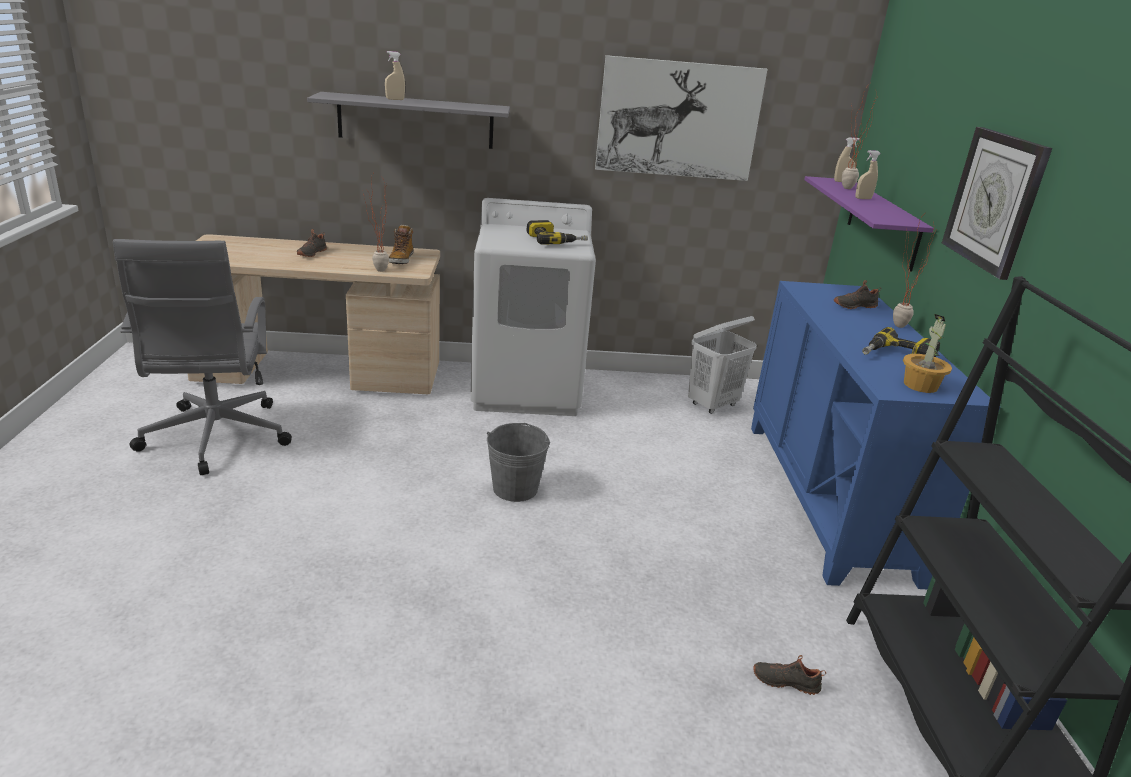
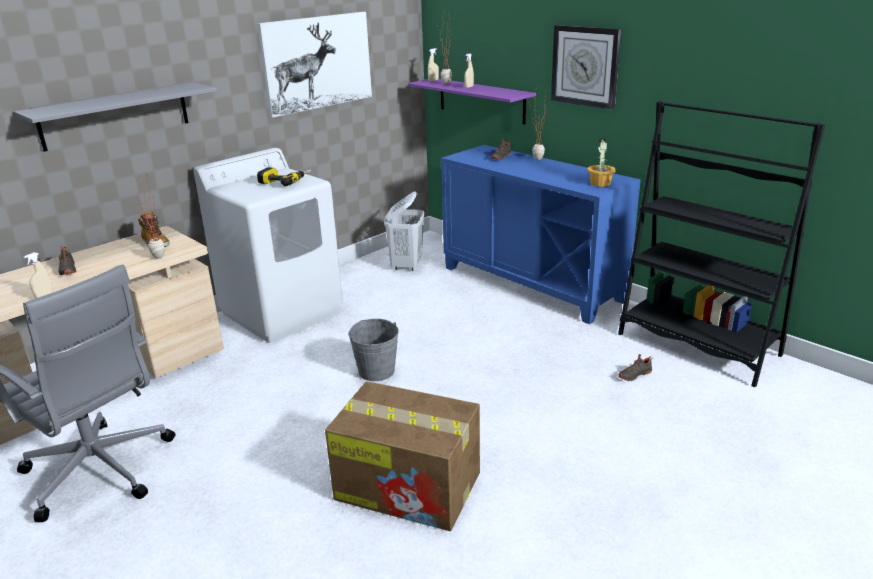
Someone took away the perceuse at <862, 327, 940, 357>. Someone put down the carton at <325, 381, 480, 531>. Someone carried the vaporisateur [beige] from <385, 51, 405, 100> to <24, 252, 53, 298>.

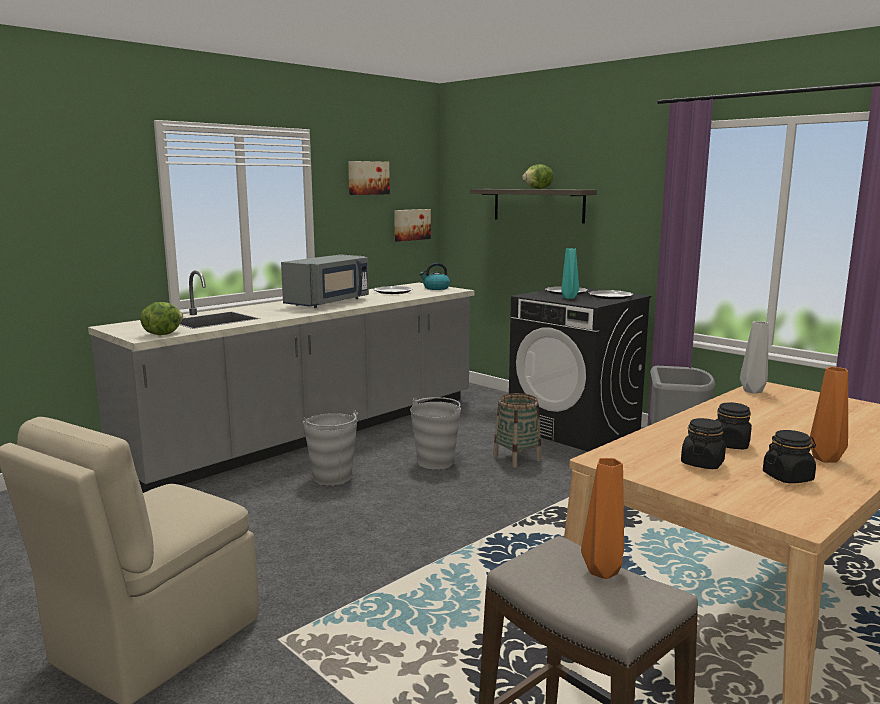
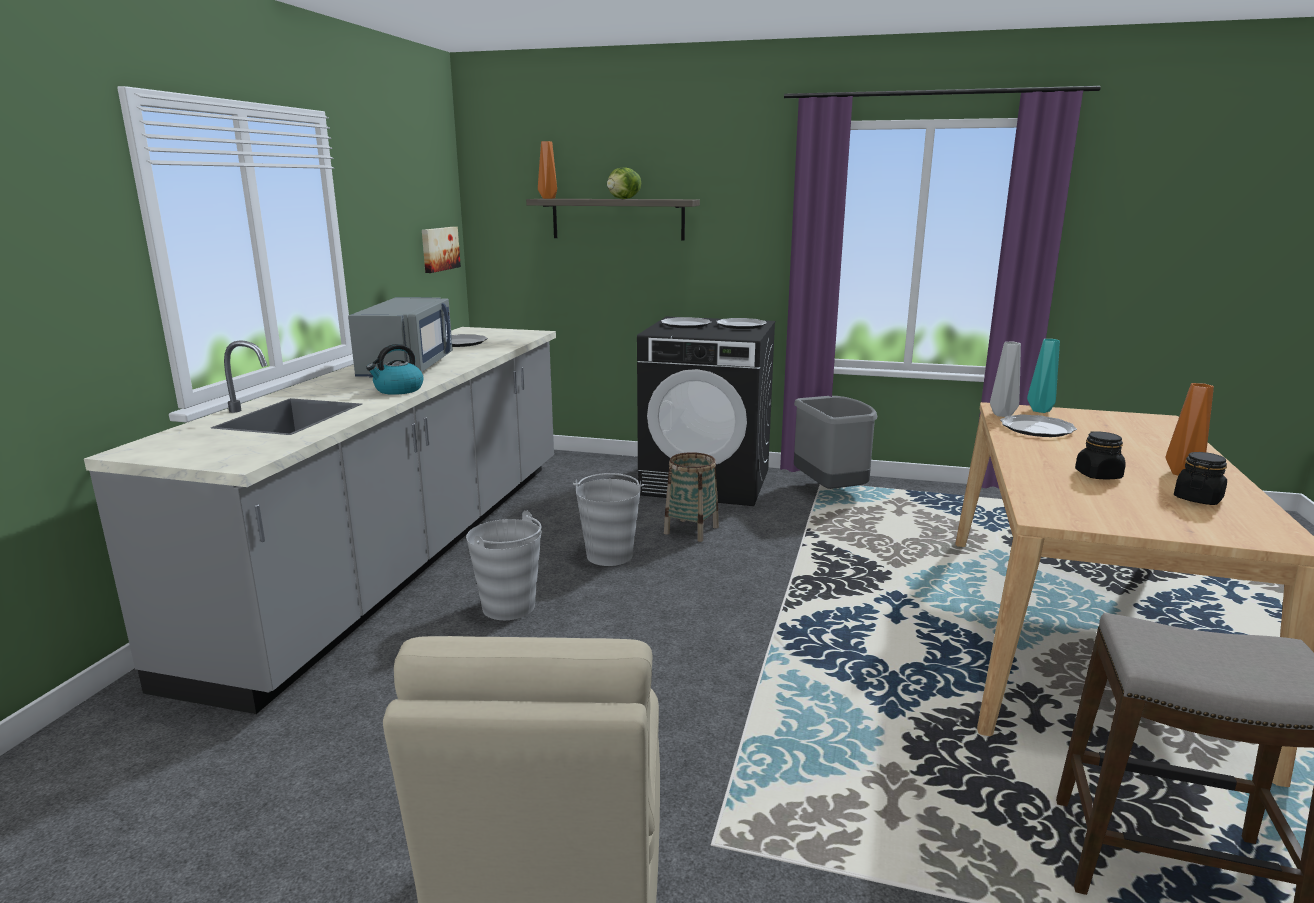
Someone took away the laitue at <140, 302, 183, 335>. Someone took away the tableau at <348, 161, 390, 195>. Someone took away the bocal [noir] at <681, 418, 726, 469>. Someone put down the assiette at <1000, 414, 1077, 437>. Someone carried the bouilloire from <420, 263, 450, 290> to <366, 344, 423, 395>. Someone carried the vase [turquoise] from <561, 248, 579, 299> to <1027, 339, 1060, 413>. Someone carried the vase [orange] from <581, 458, 624, 579> to <538, 141, 557, 199>.

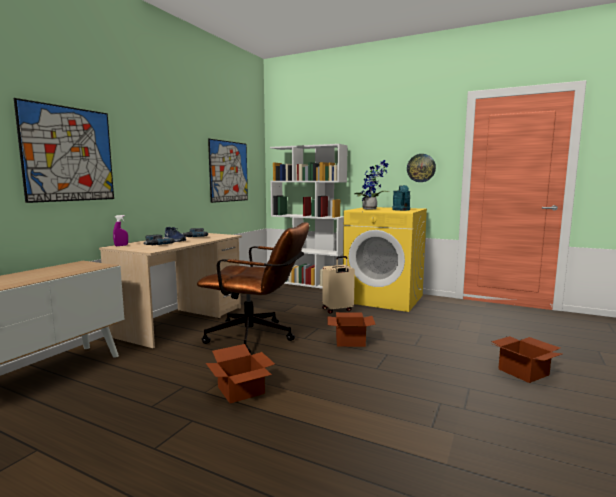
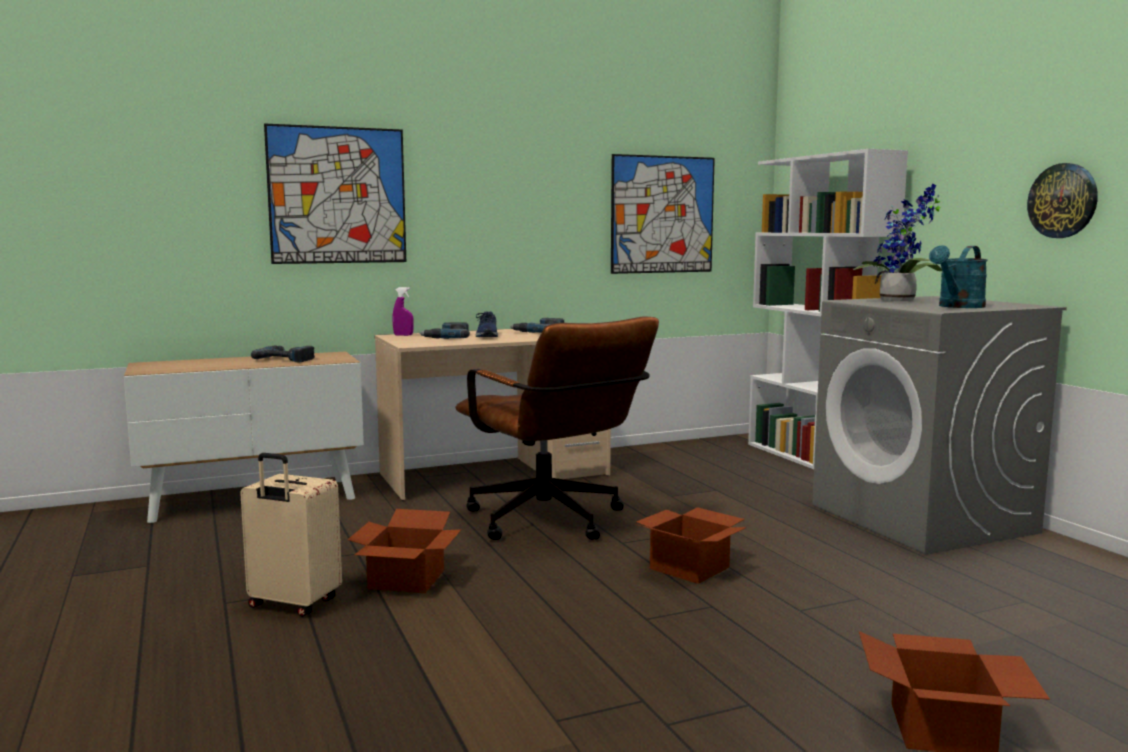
Someone put down the perceuse at <251, 345, 315, 362>. Someone carried the valise [beige] from <322, 256, 355, 314> to <240, 453, 342, 617>. Someone repainted the lave-linge [jaune] at <343, 207, 427, 312>, which became the lave-linge [gris] at <812, 296, 1067, 555>.

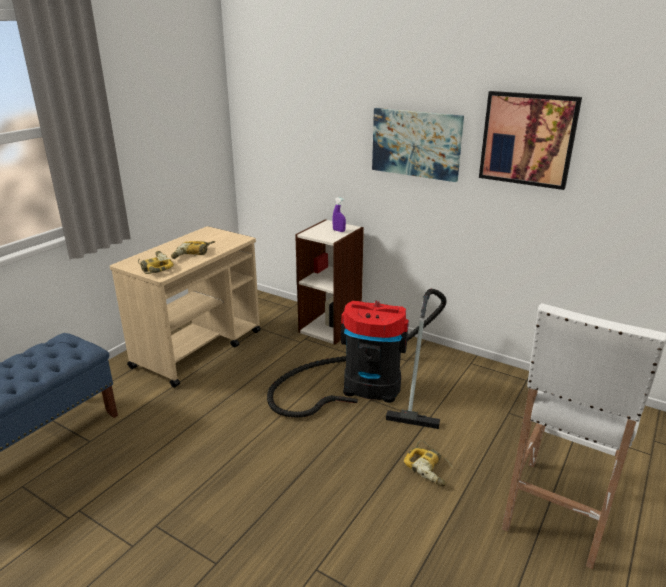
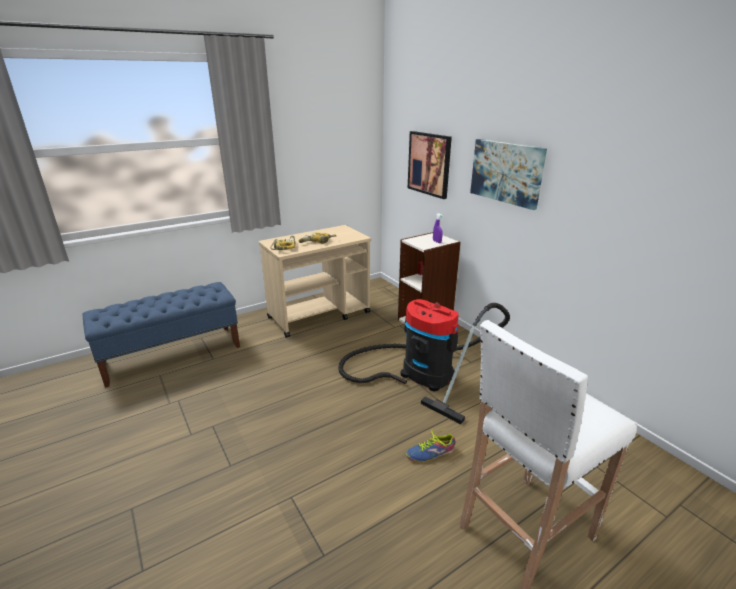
Someone carried the tableau from <479, 91, 582, 190> to <408, 131, 452, 199>. Someone swapped the perceuse at <404, 440, 453, 487> for the chaussure at <406, 428, 455, 462>.

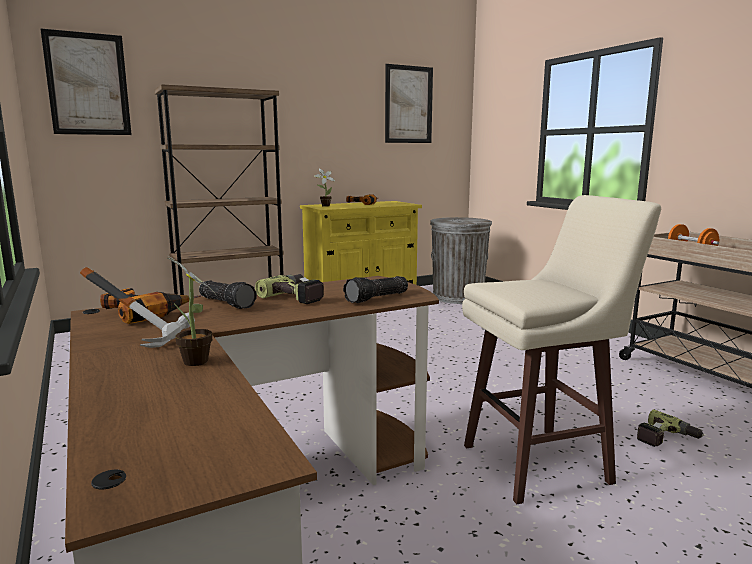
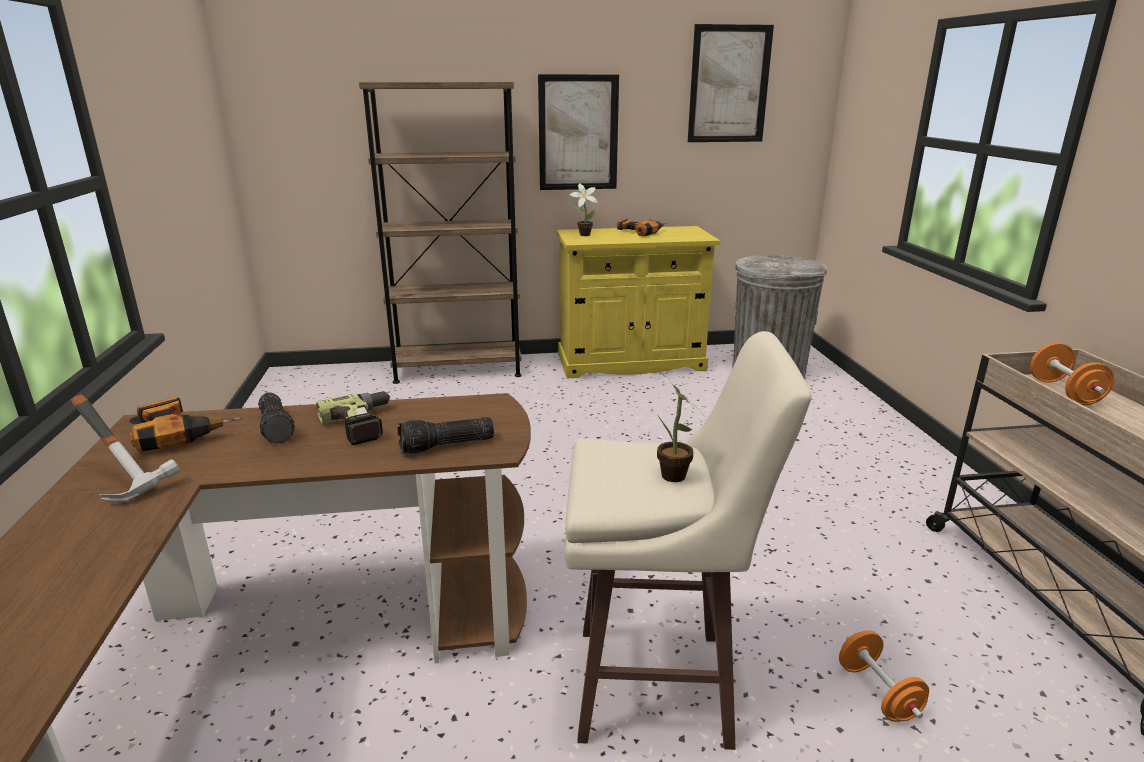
Someone carried the tableau from <40, 28, 132, 135> to <538, 74, 619, 190>. Someone carried the plante en pot from <168, 256, 219, 366> to <657, 371, 706, 482>. Someone swapped the perceuse at <637, 410, 704, 447> for the haltère [orange] at <839, 630, 929, 722>.

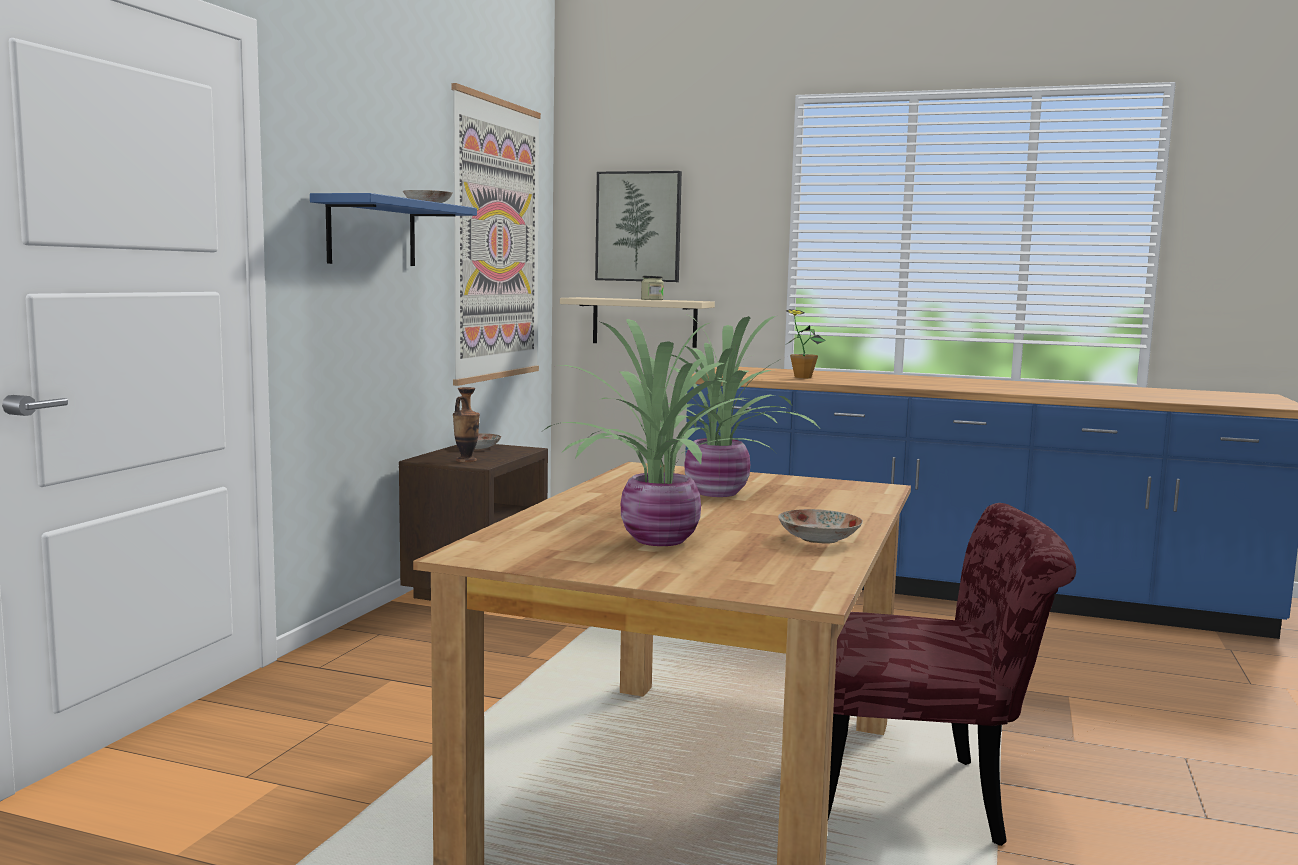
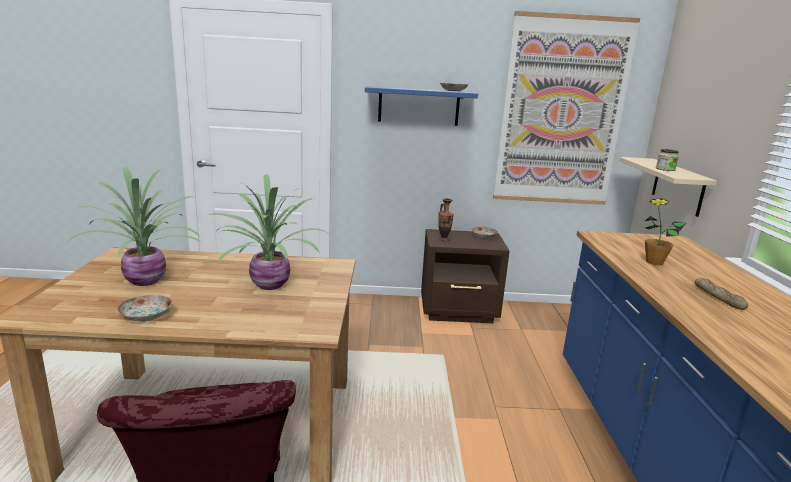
Someone took away the tableau at <595, 171, 682, 282>. Someone put down the pain at <694, 278, 748, 310>.

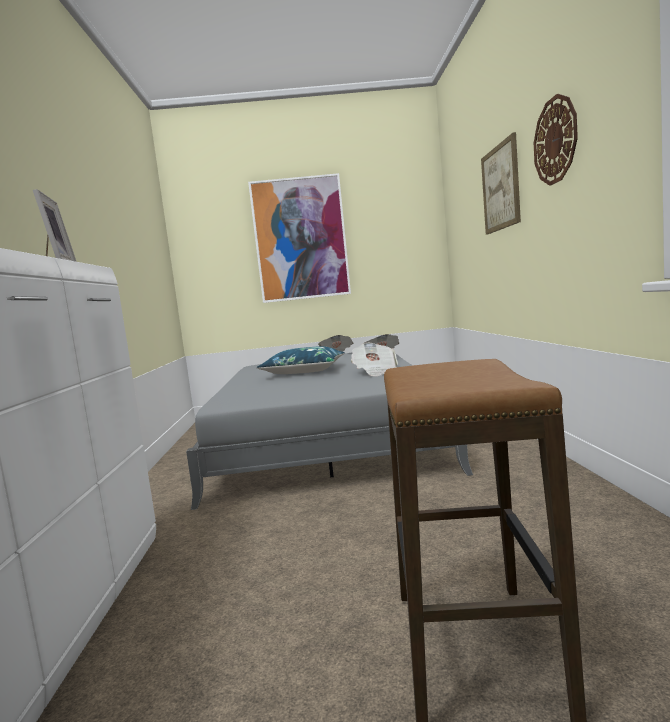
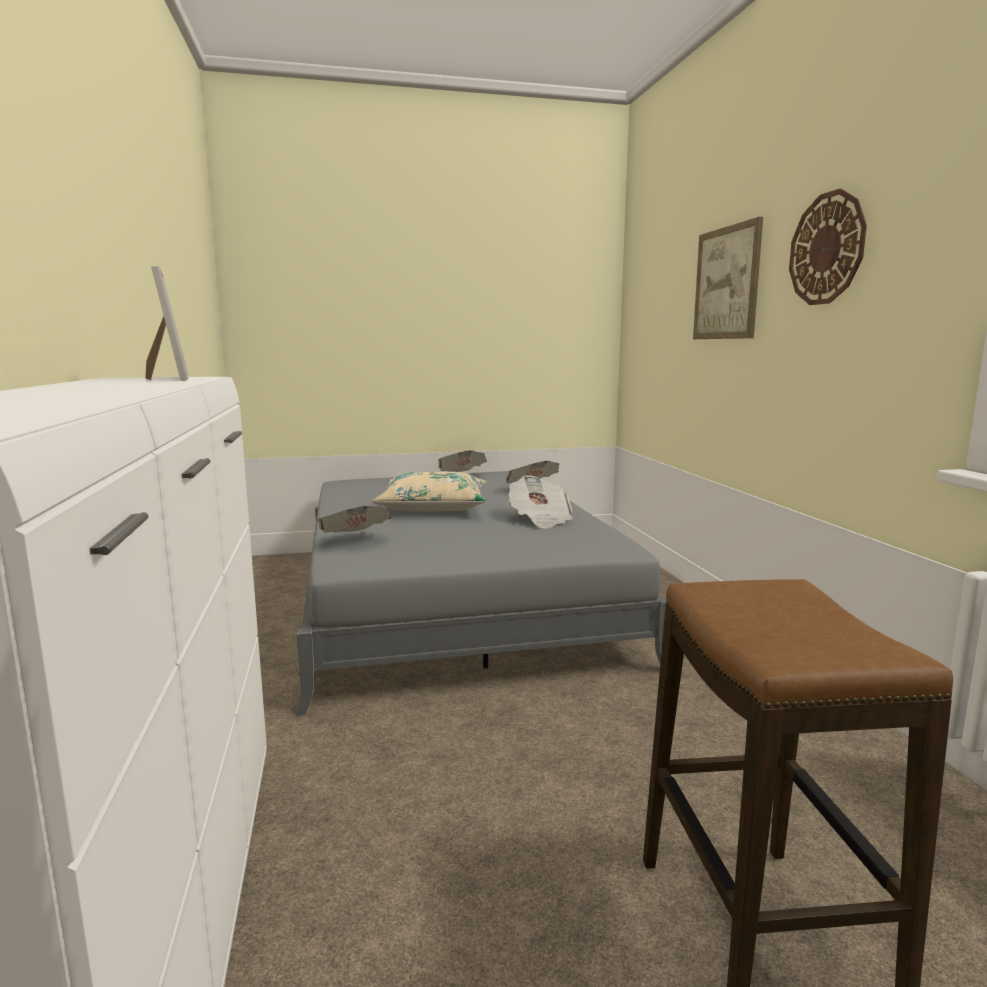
Someone took away the tableau at <248, 173, 351, 303>. Someone put down the journal at <317, 506, 391, 533>. Someone repainted the coussin [bleu] at <256, 346, 345, 374>, which became the coussin [beige] at <372, 472, 486, 511>.

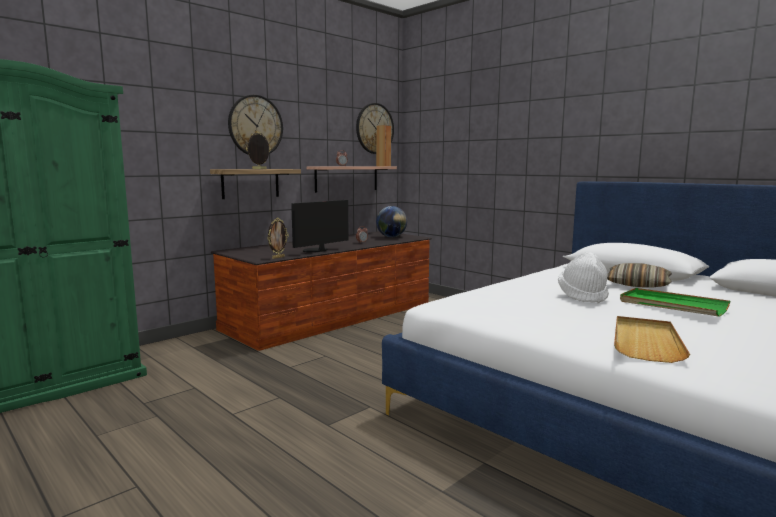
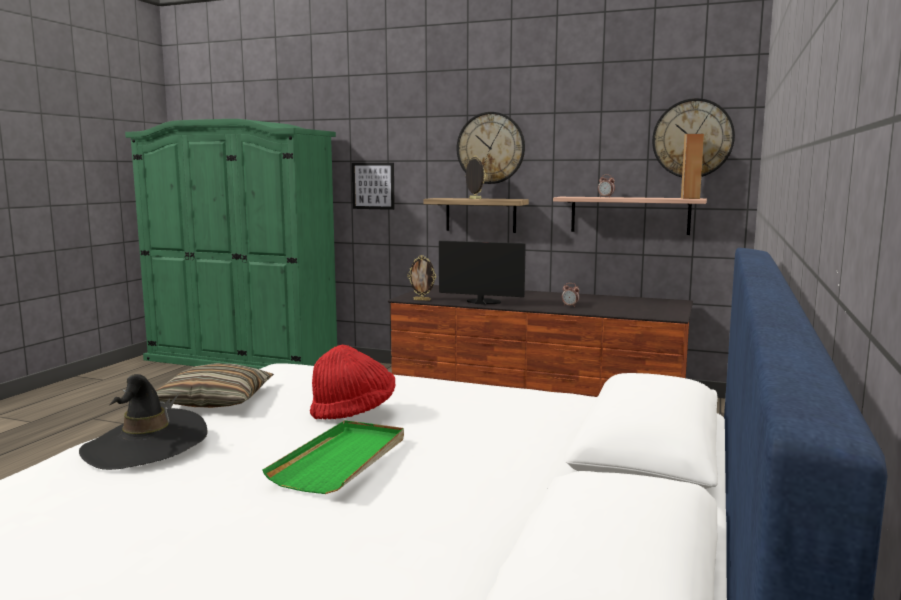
Someone took away the globe at <376, 206, 407, 237>. Someone put up the tableau at <352, 163, 395, 210>. Someone carried the coussin from <607, 263, 672, 288> to <156, 363, 274, 408>. Someone swapped the plateau [beige] at <614, 316, 690, 363> for the chapeau [noir] at <79, 374, 207, 470>. Someone repainted the chapeau [blanc] at <558, 252, 609, 303>, which became the chapeau [rouge] at <310, 345, 396, 419>.

